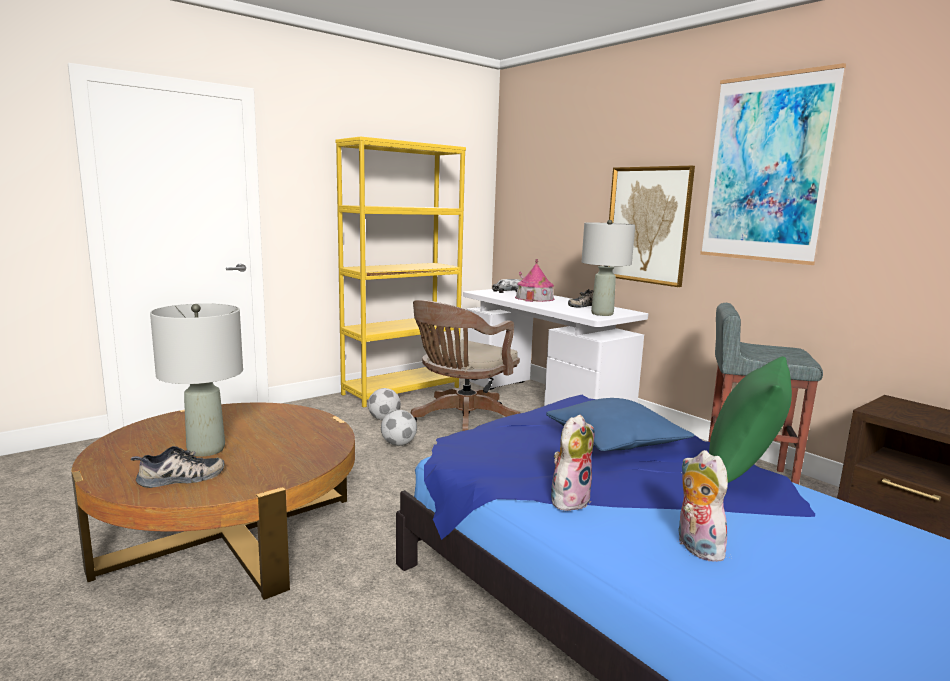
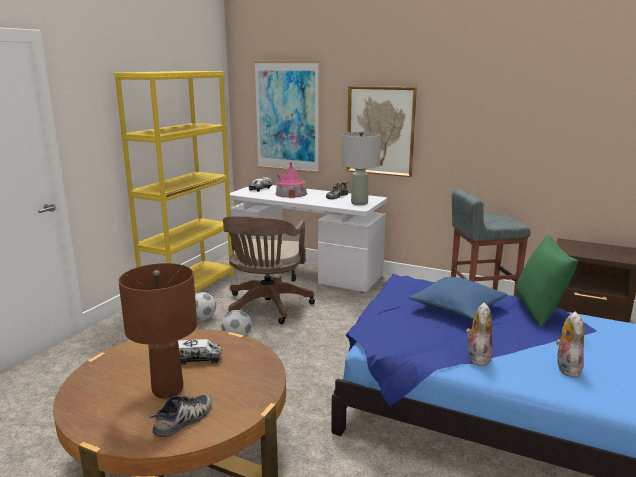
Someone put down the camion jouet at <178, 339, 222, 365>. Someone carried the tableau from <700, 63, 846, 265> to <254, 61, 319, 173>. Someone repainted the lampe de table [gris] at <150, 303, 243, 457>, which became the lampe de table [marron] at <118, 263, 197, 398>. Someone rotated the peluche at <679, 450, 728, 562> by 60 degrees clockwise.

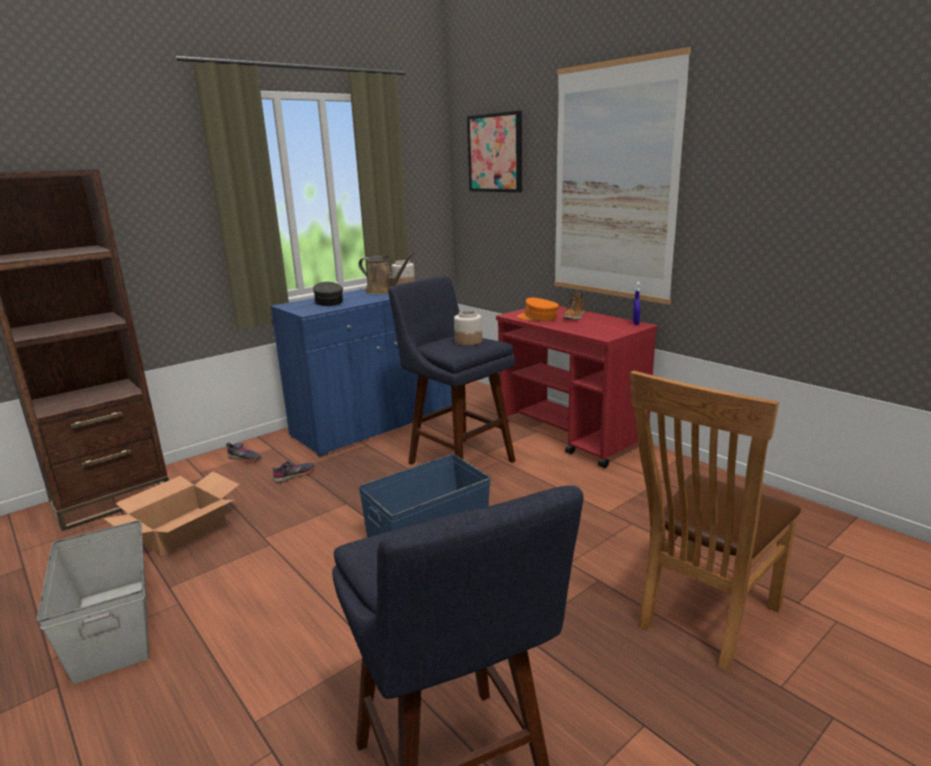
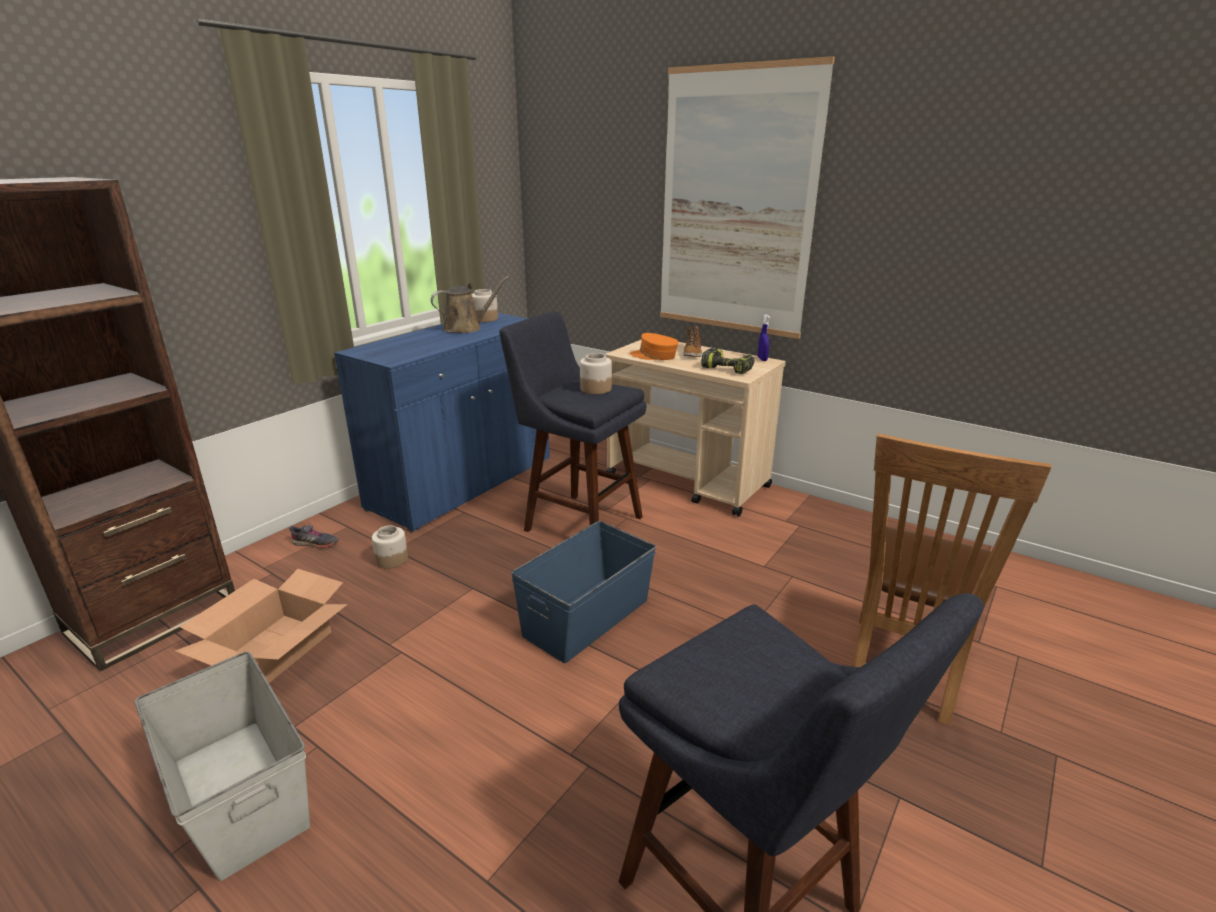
Someone took away the casquette [gris] at <313, 282, 343, 306>. Someone took away the tableau at <467, 111, 522, 192>. Someone put down the perceuse at <701, 347, 755, 374>. Someone swapped the chaussure [gris] at <272, 461, 315, 483> for the bocal at <372, 525, 408, 569>. Someone repainted the chariot [rouge] at <496, 306, 658, 468>, which became the chariot [beige] at <605, 339, 786, 517>. Someone rotated the arrosoir [marron] at <358, 253, 414, 294> by 45 degrees counterclockwise.

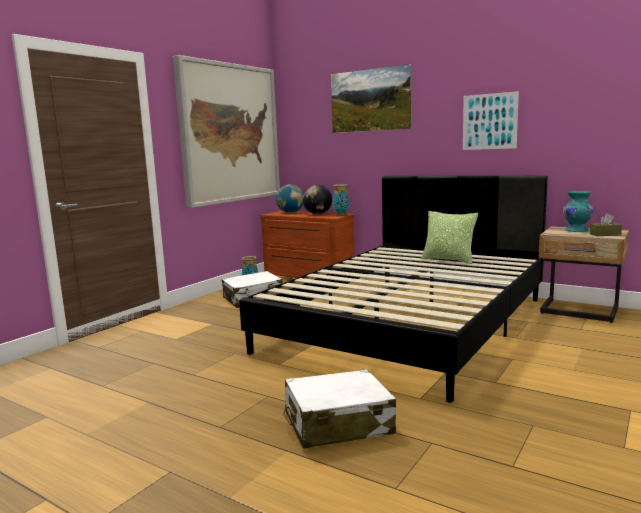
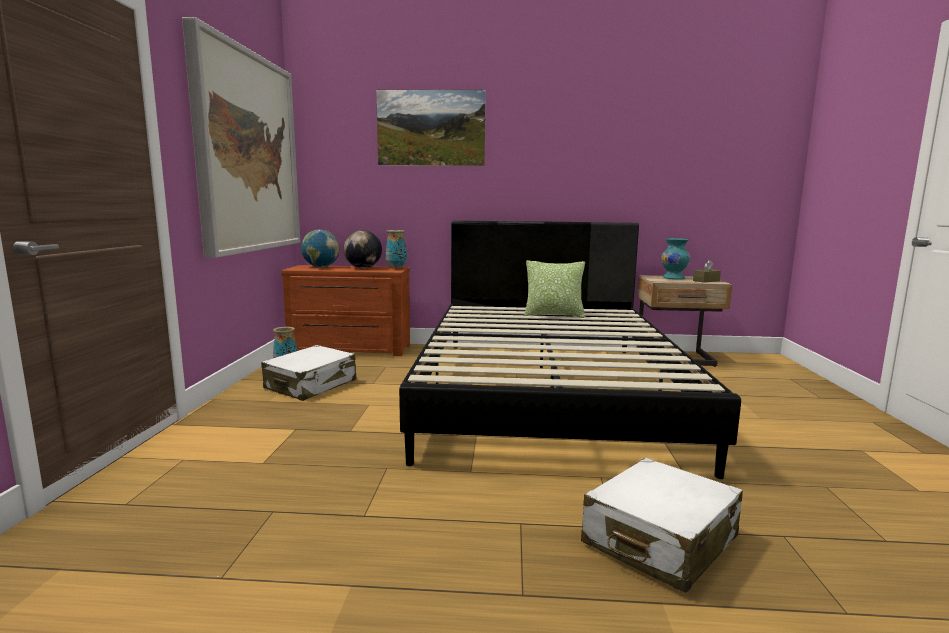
Someone took away the tableau at <463, 91, 519, 150>.

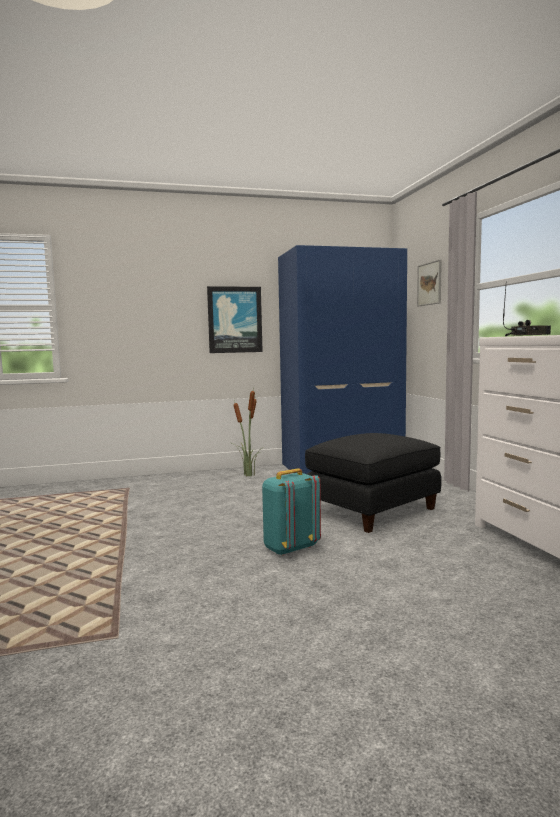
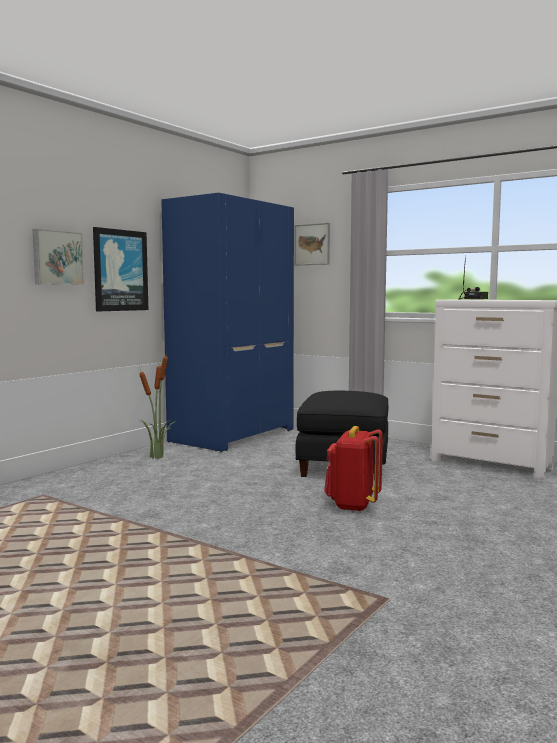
Someone put up the tableau at <33, 229, 84, 285>. Someone repainted the sac à dos [turquoise] at <262, 468, 321, 556>, which became the sac à dos [rouge] at <324, 426, 383, 512>.

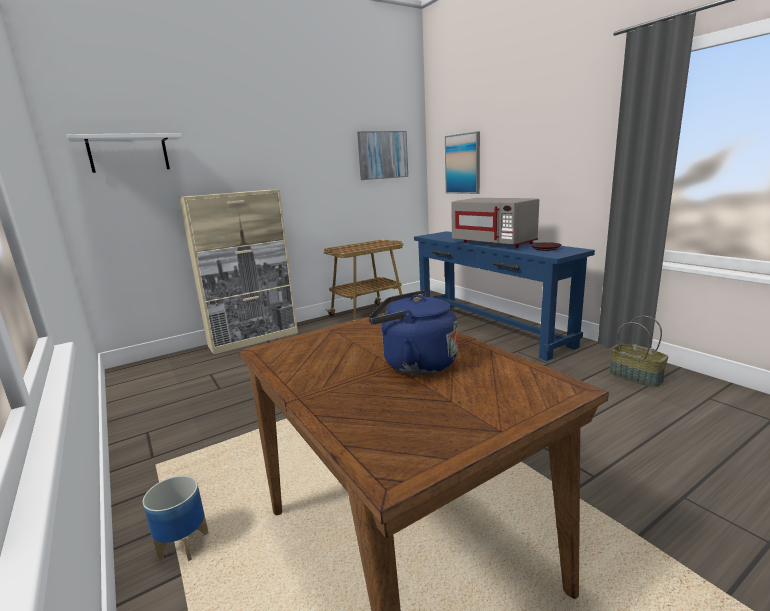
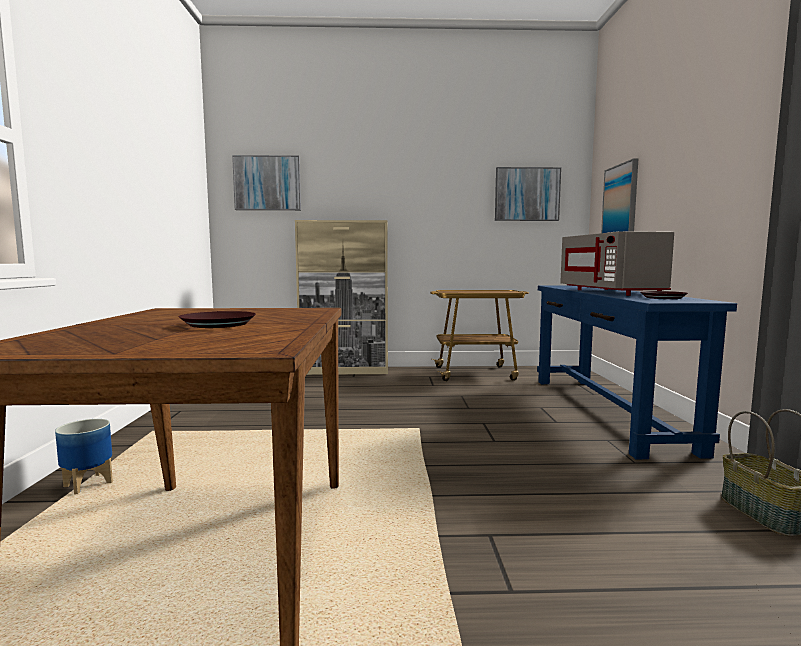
Someone swapped the étagère [blanc] at <67, 133, 182, 173> for the tableau at <232, 155, 301, 210>. Someone swapped the bouilloire [bleu] at <369, 290, 457, 375> for the assiette [marron] at <179, 311, 256, 328>.

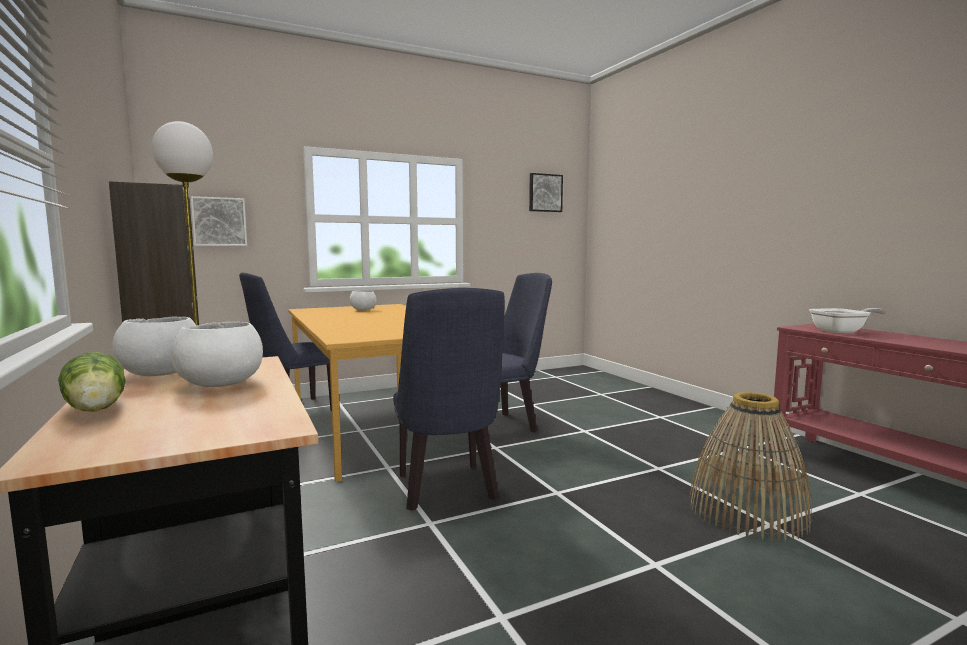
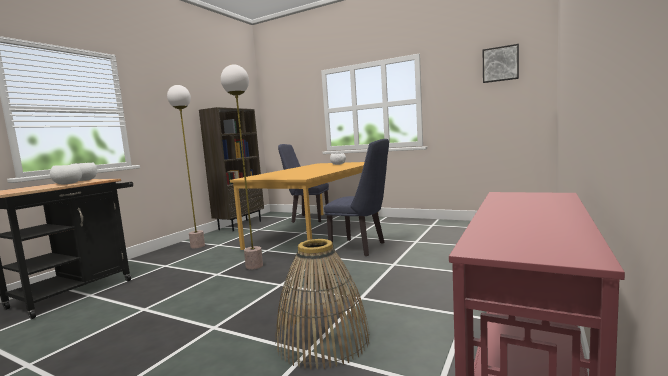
Someone took away the laitue at <58, 352, 126, 411>. Someone took away the tableau at <191, 196, 247, 246>. Someone took away the poêle at <809, 308, 884, 333>. Someone swapped the chaise [bleu] at <393, 288, 505, 511> for the lampadaire at <221, 64, 263, 270>.

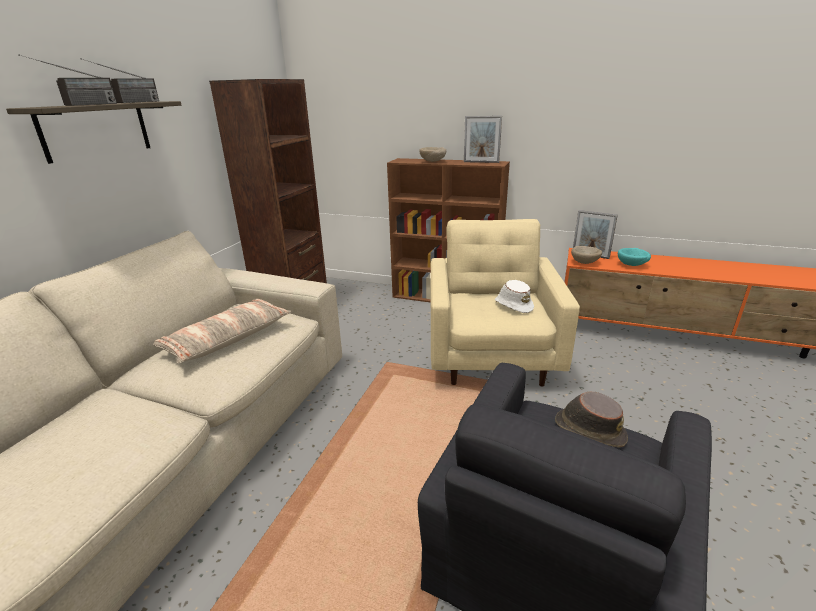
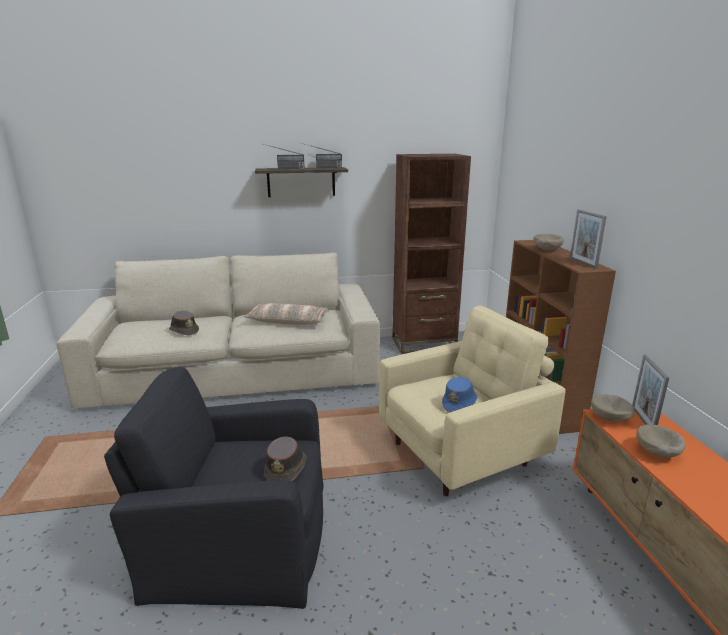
Someone put down the chapeau [marron] at <169, 311, 199, 336>. Someone repainted the chapeau [blanc] at <495, 280, 534, 313>, which became the chapeau [bleu] at <442, 377, 477, 412>. Someone repainted the bol [turquoise] at <618, 248, 651, 266>, which became the bol [beige] at <636, 424, 686, 458>.

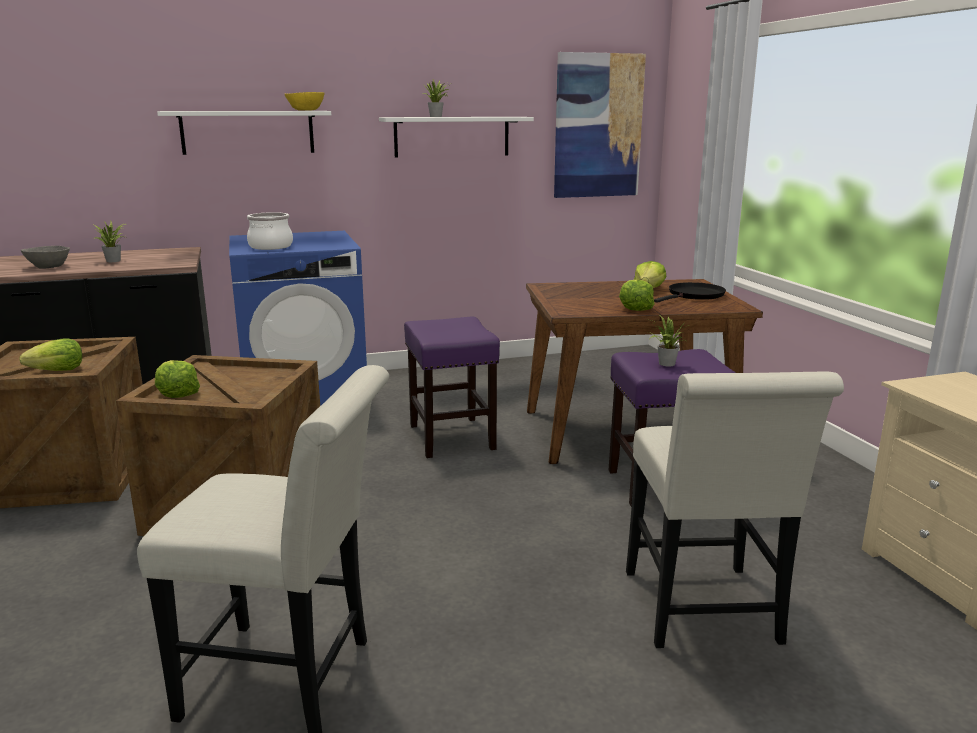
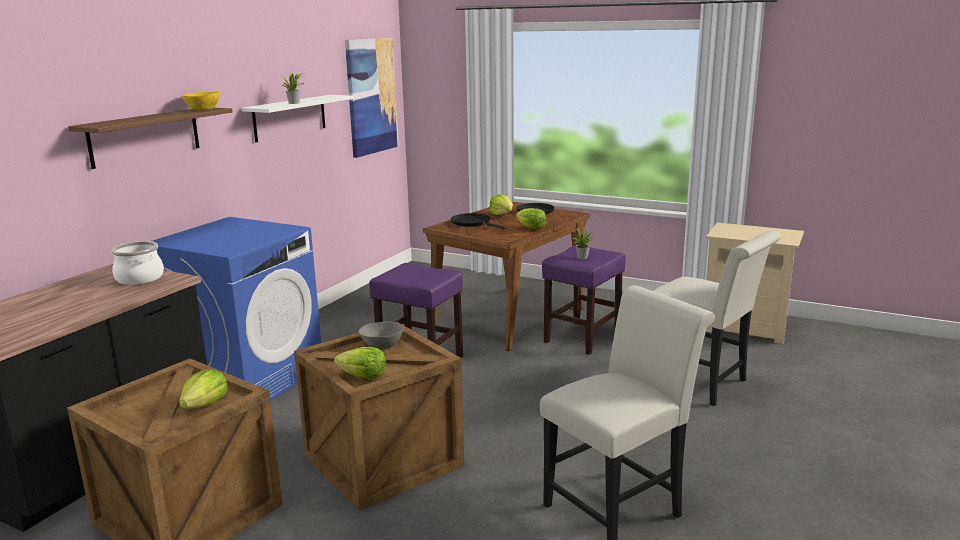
Someone took away the plante en pot at <94, 221, 126, 262>. Someone put down the poêle [noir] at <451, 213, 506, 229>. Someone carried the bol [gris] from <21, 246, 70, 269> to <358, 321, 404, 350>. Someone carried the marmite from <247, 212, 293, 250> to <111, 241, 164, 285>. Someone repainted the étagère [blanc] at <157, 111, 331, 155>, which became the étagère [marron] at <68, 108, 232, 169>.

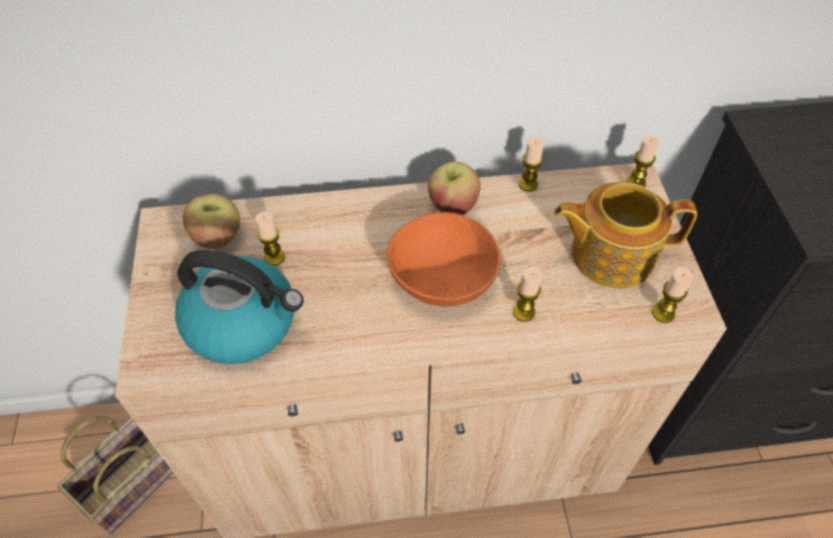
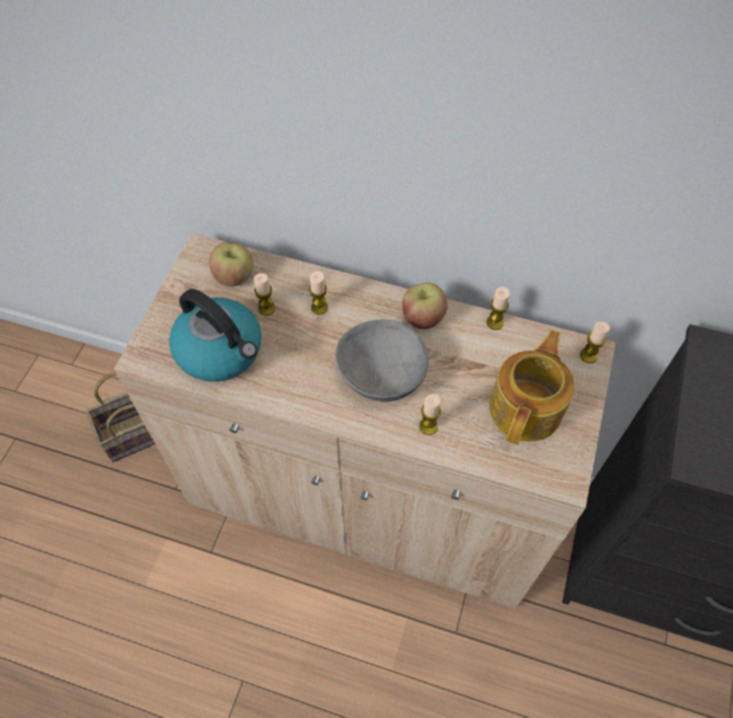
Someone carried the bougie from <652, 267, 693, 323> to <309, 271, 328, 315>. Someone repainted the bol [orange] at <386, 212, 501, 306>, which became the bol [gris] at <335, 320, 429, 402>. Someone rotated the théière at <554, 182, 697, 288> by 90 degrees clockwise.

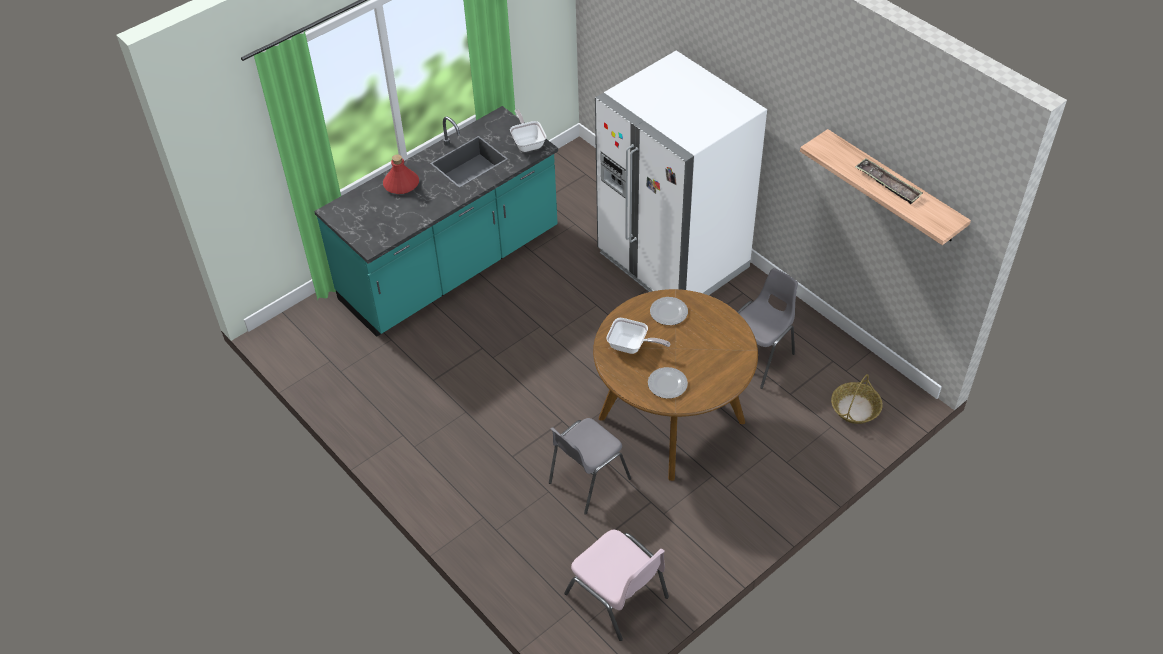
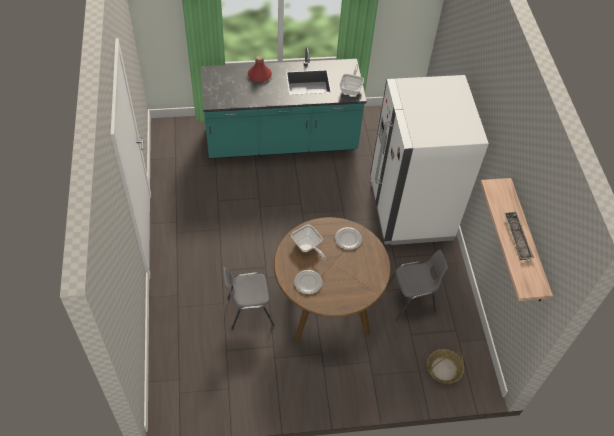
Someone took away the chaise [rose] at <564, 530, 669, 641>.

